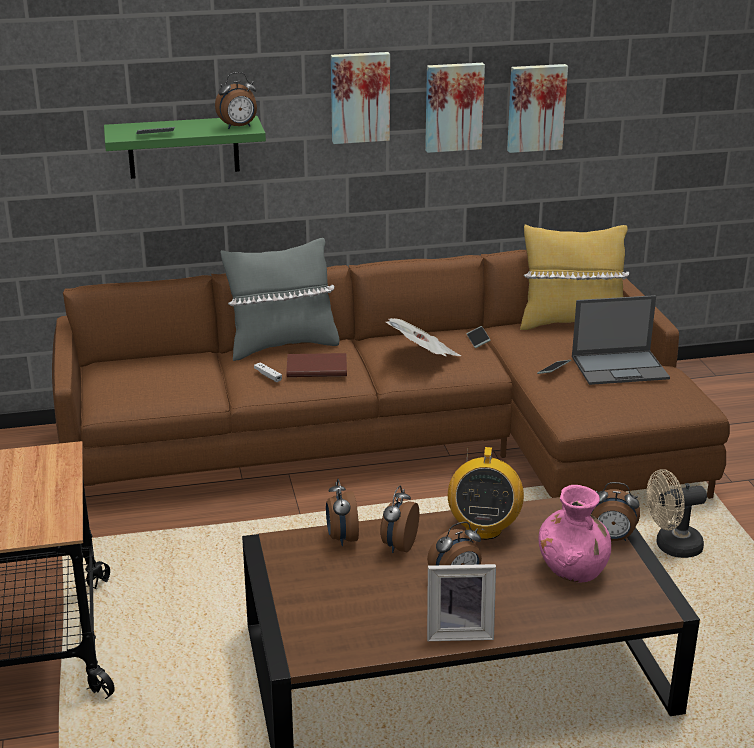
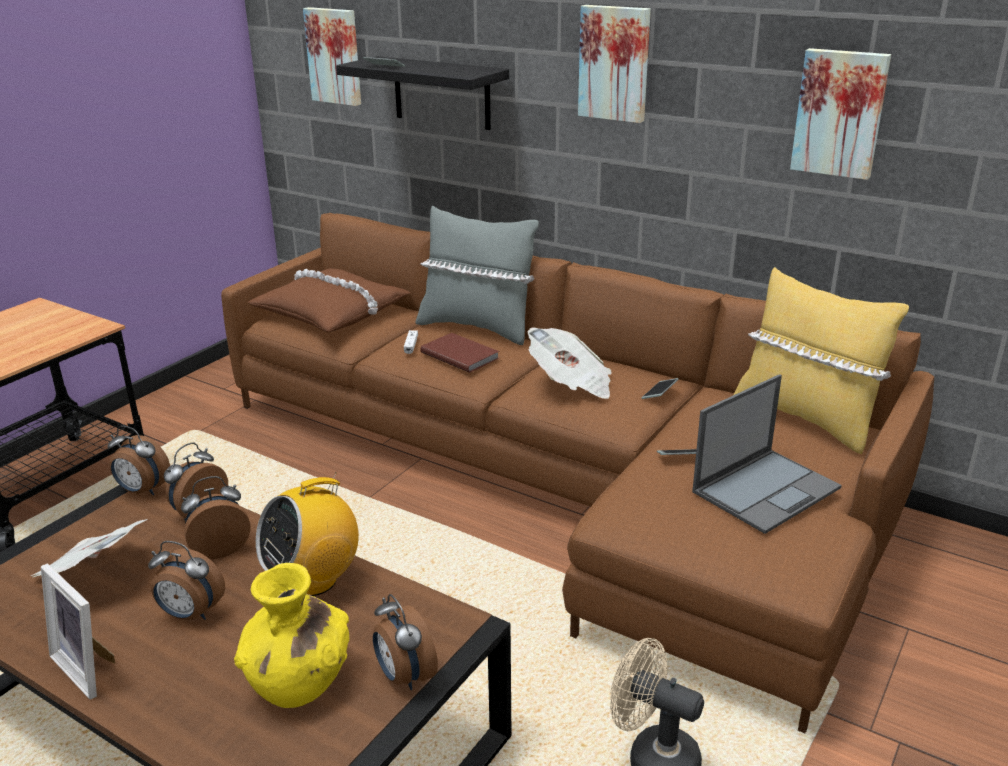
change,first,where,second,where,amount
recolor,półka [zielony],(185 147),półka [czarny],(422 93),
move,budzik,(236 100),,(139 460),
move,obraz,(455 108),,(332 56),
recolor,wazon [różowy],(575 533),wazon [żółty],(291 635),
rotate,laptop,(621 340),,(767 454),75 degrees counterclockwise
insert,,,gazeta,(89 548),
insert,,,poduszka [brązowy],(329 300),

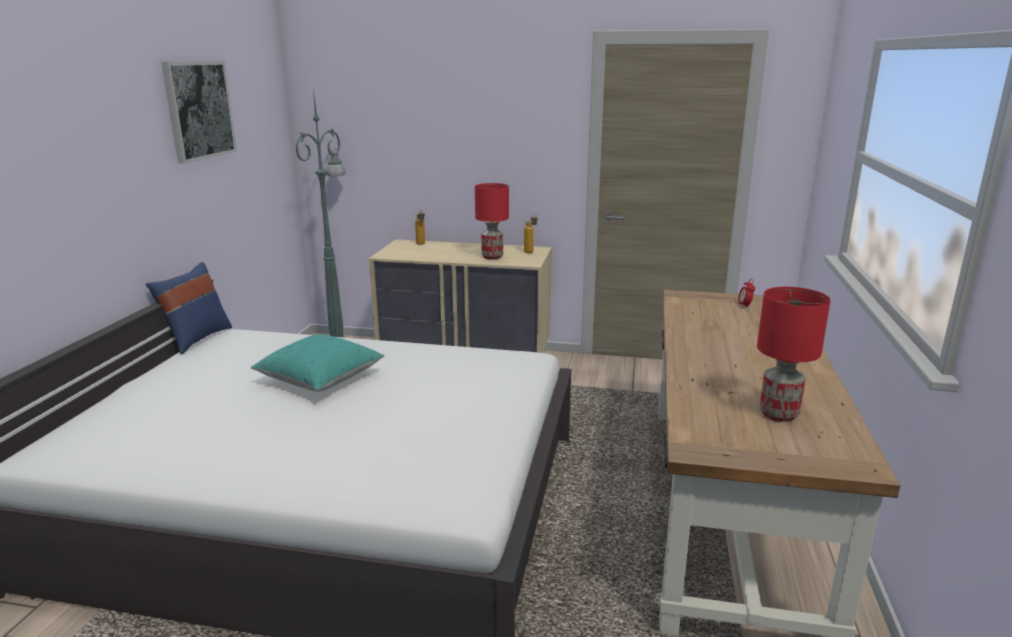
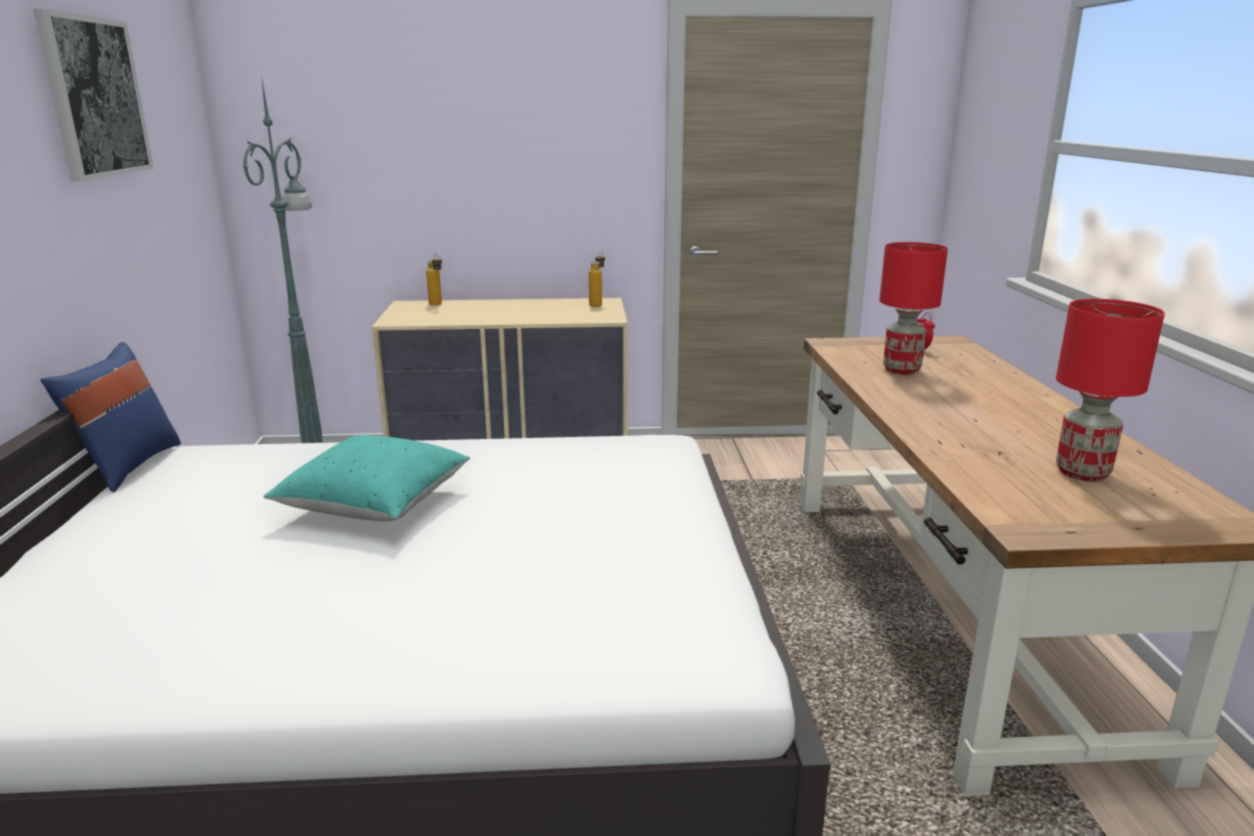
change,first,where,second,where,amount
move,lampa stołowa [czerwony],(492 221),,(913 308),

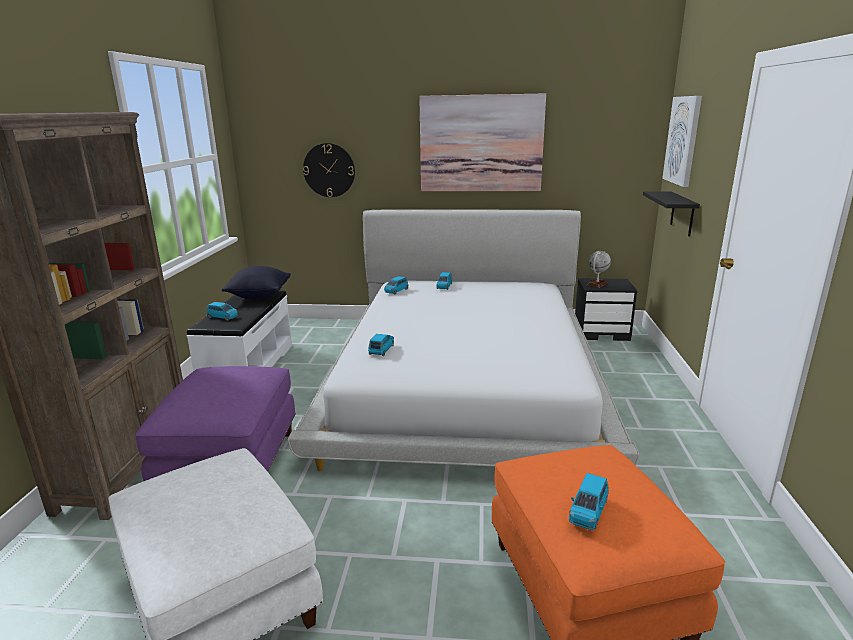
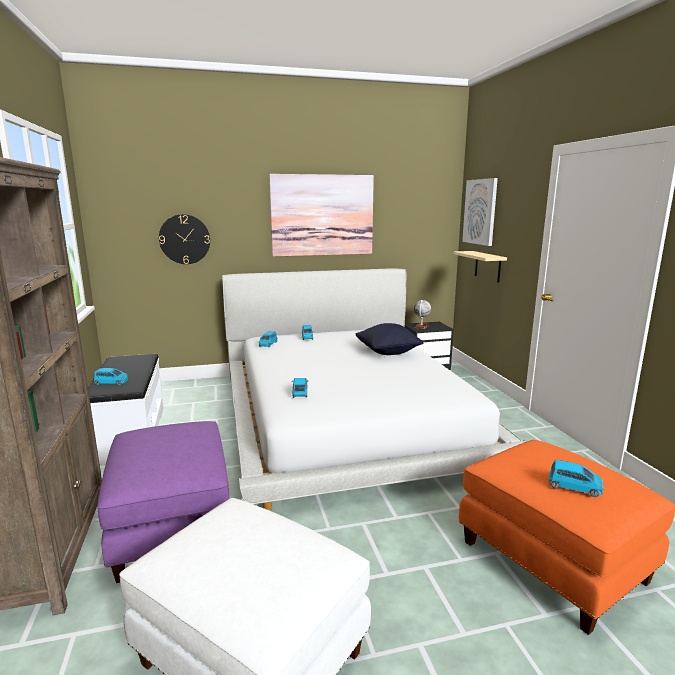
change,first,where,second,where,amount
move,poduszka [czarny],(256 283),,(389 339),
rotate,samochodzik [niebieski],(589 501),,(576 478),75 degrees counterclockwise
recolor,półka [czarny],(671 214),półka [beżowy],(480 267),

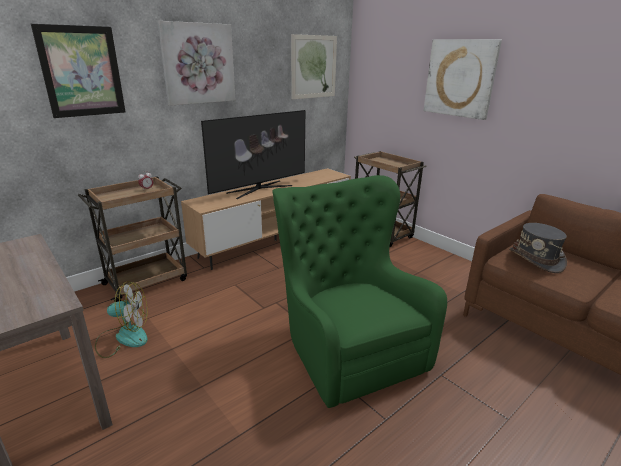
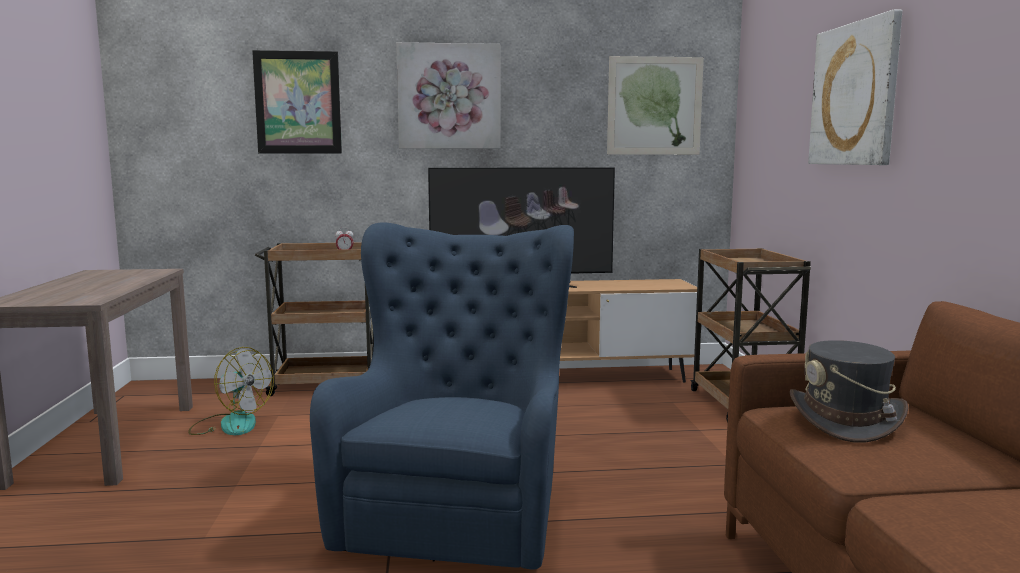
change,first,where,second,where,amount
recolor,fotel [zielony],(359 291),fotel [niebieski],(442 396),

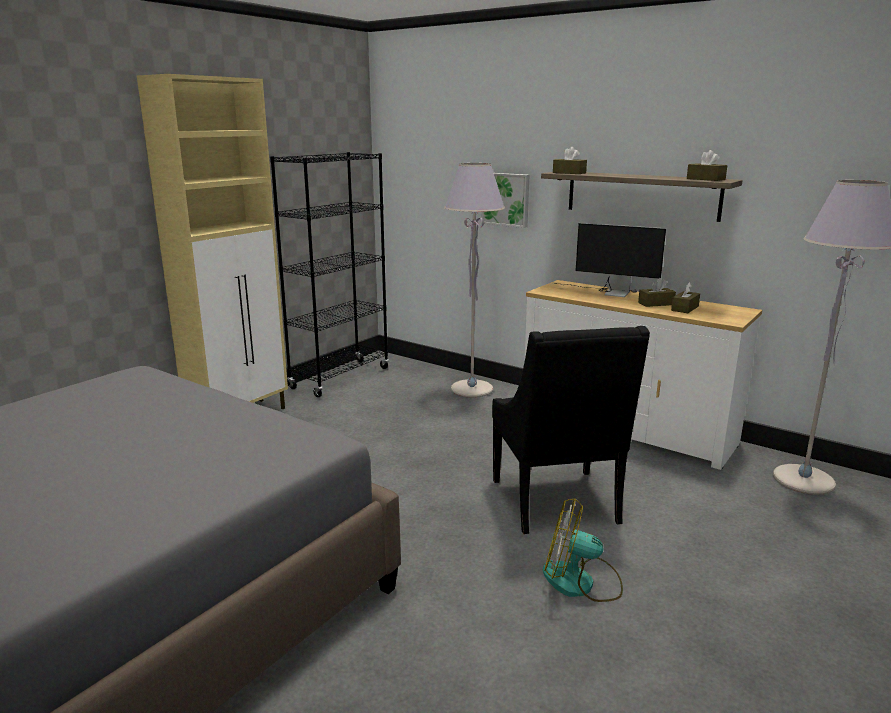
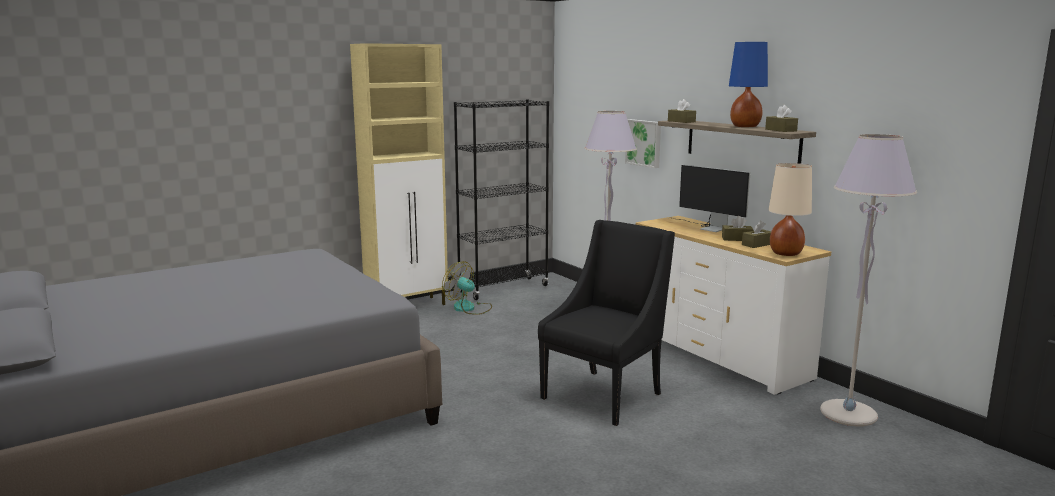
change,first,where,second,where,amount
rotate,fotel [czarny],(571 430),,(606 323),150 degrees counterclockwise
move,wentylator,(583 550),,(467 288),
insert,,,lampa stołowa [niebieski],(748 84),
insert,,,lampa stołowa [beżowy],(790 209),

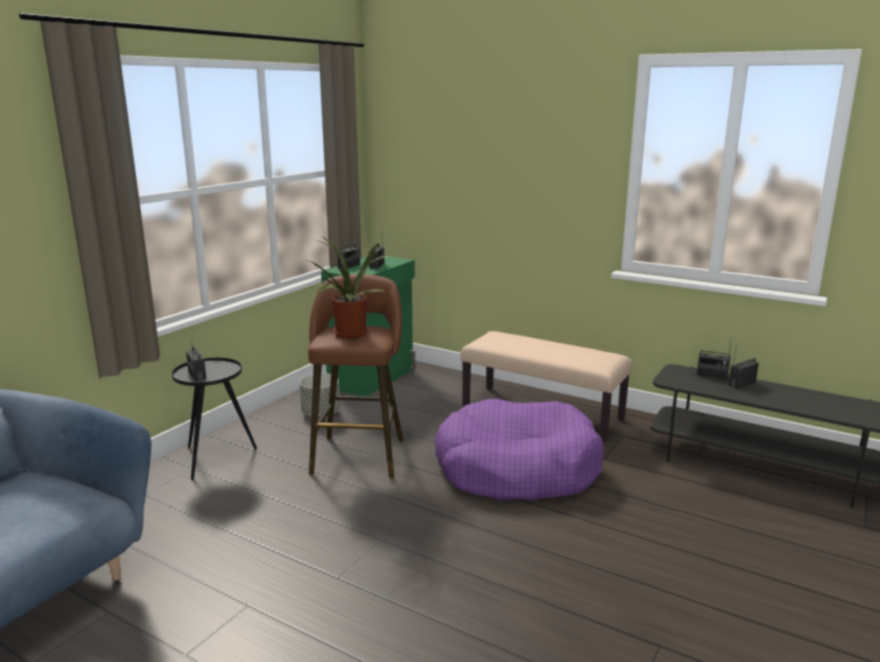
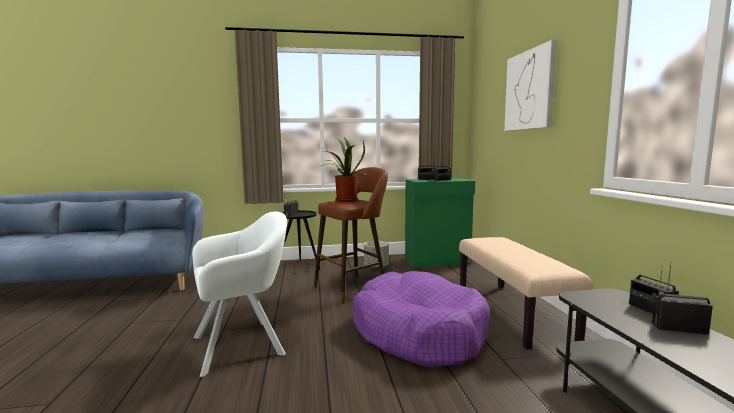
change,first,where,second,where,amount
insert,,,fotel [biały],(239 294),
insert,,,obraz,(530 85),

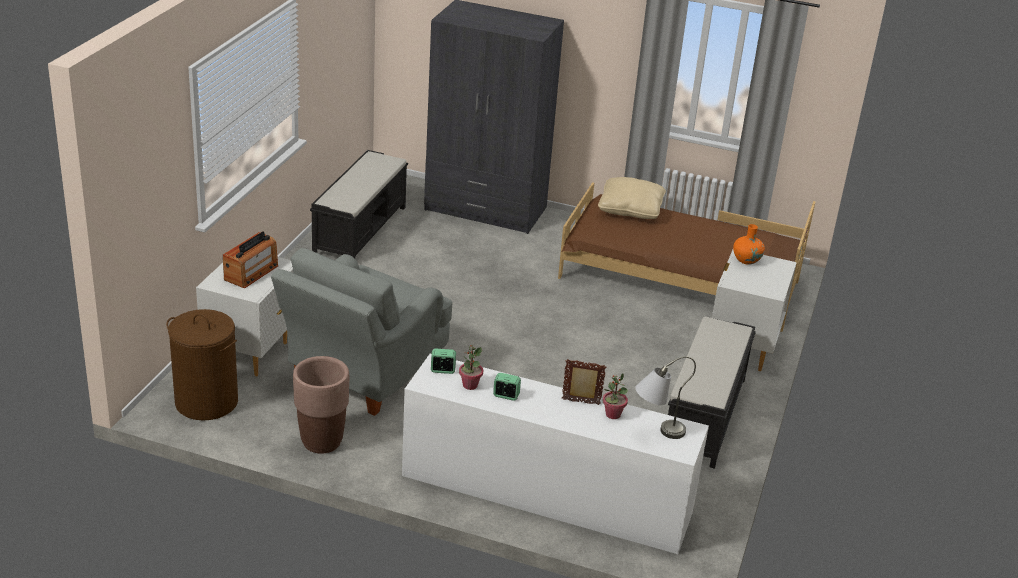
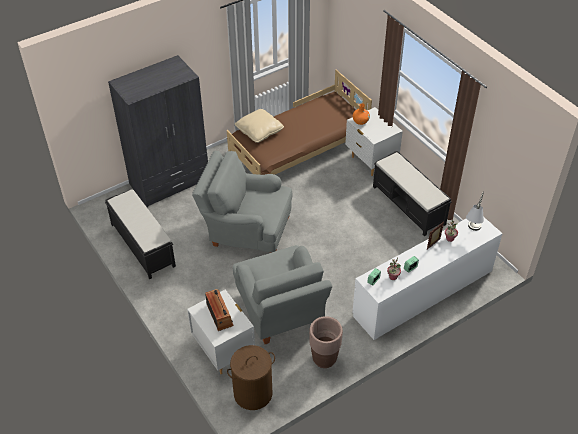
change,first,where,second,where,amount
insert,,,fotel [szary],(242 202),

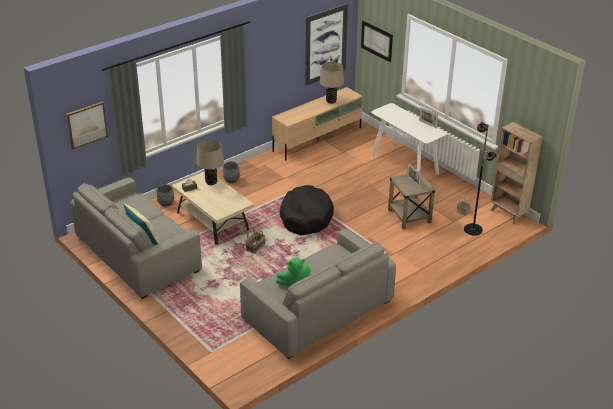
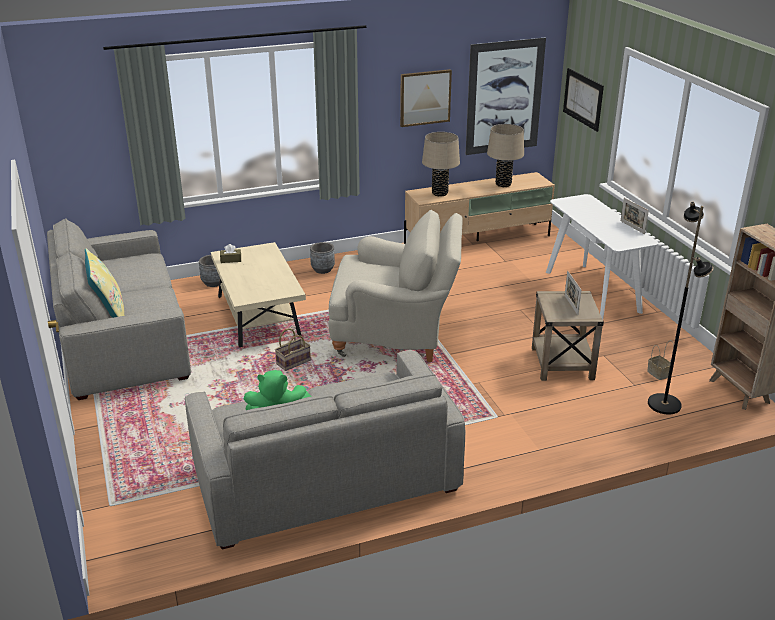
change,first,where,second,where,amount
move,obraz,(87 125),,(426 98),
move,lampa stołowa [beżowy],(210 162),,(441 164),
replace,legowisko [czarny],(307 210),fotel [beżowy],(396 286),

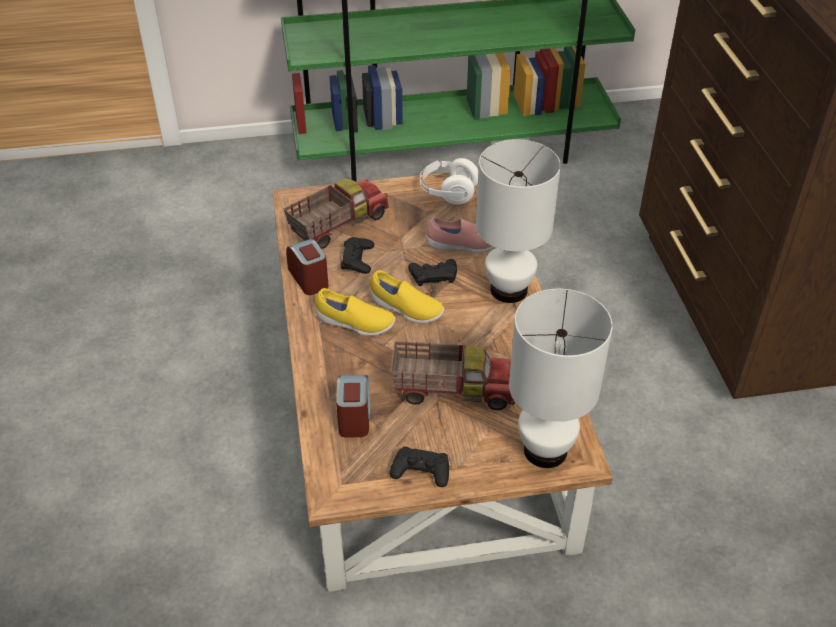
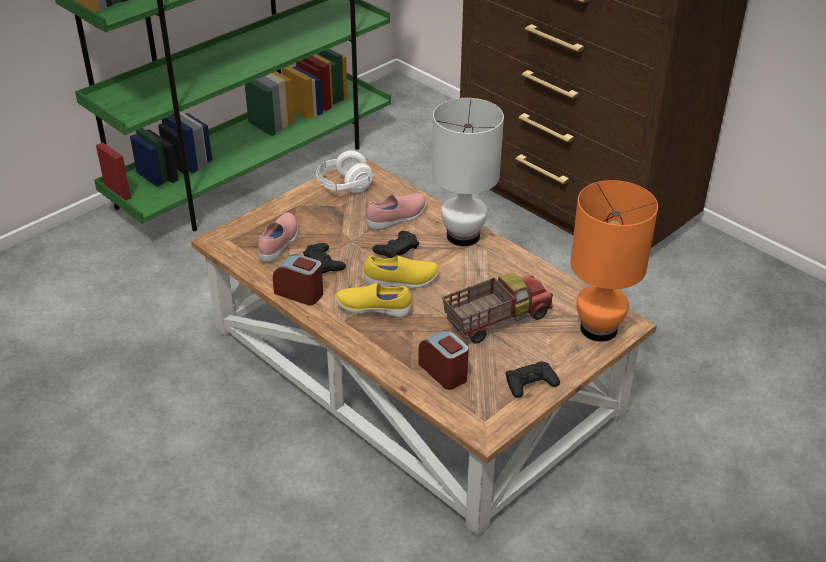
change,first,where,second,where,amount
replace,ciężarówka zabawkowa,(336 213),but [różowy],(278 237),
rotate,but [żółty],(355 312),,(373 300),150 degrees counterclockwise
recolor,lampa stołowa [biały],(561 378),lampa stołowa [pomarańczowy],(614 261),

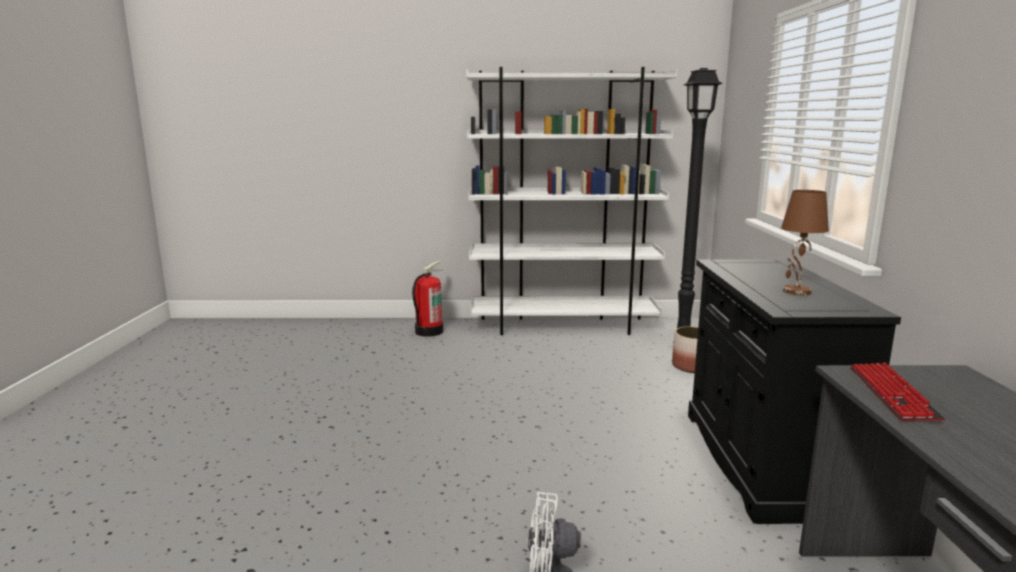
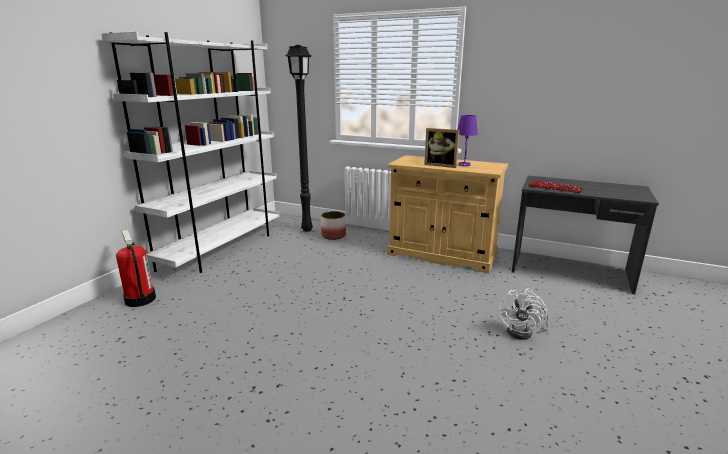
change,first,where,second,where,amount
recolor,szafka [czarny],(794 392),szafka [beżowy],(447 214),
recolor,lampa stołowa [brązowy],(805 242),lampa stołowa [fioletowy],(467 140),
insert,,,ramka na zdjęcie,(441 148),

